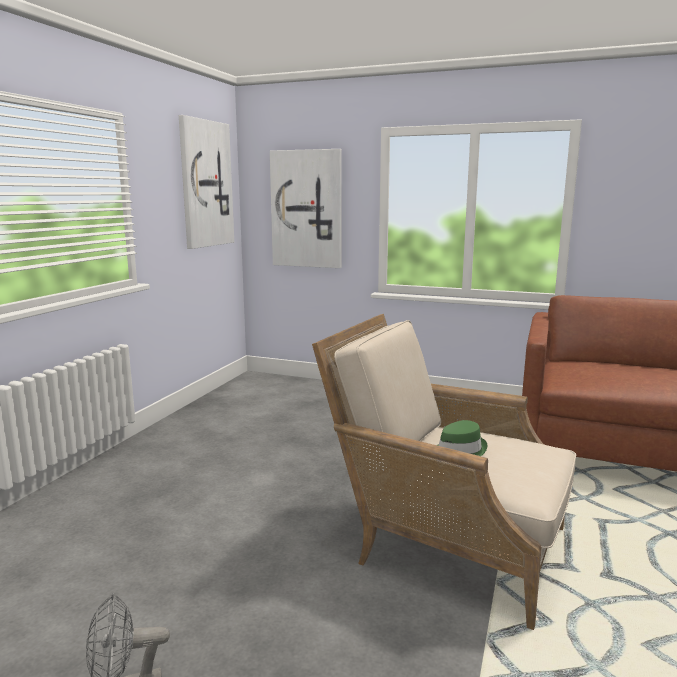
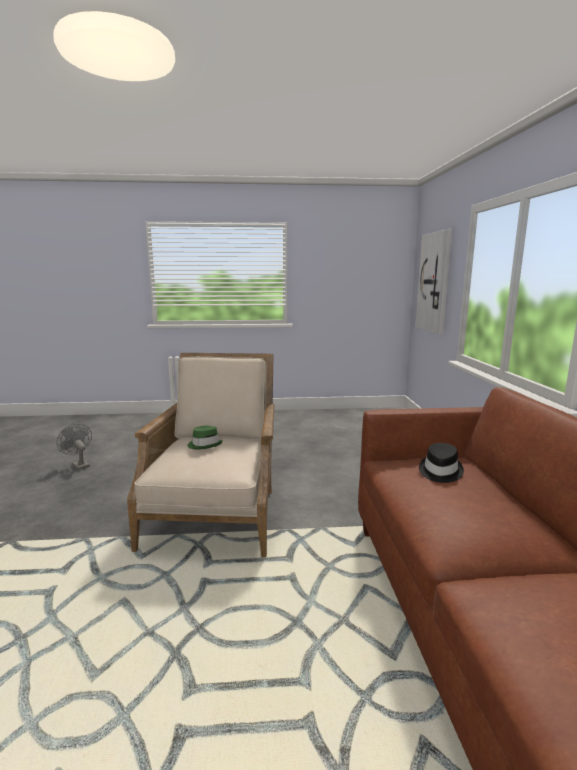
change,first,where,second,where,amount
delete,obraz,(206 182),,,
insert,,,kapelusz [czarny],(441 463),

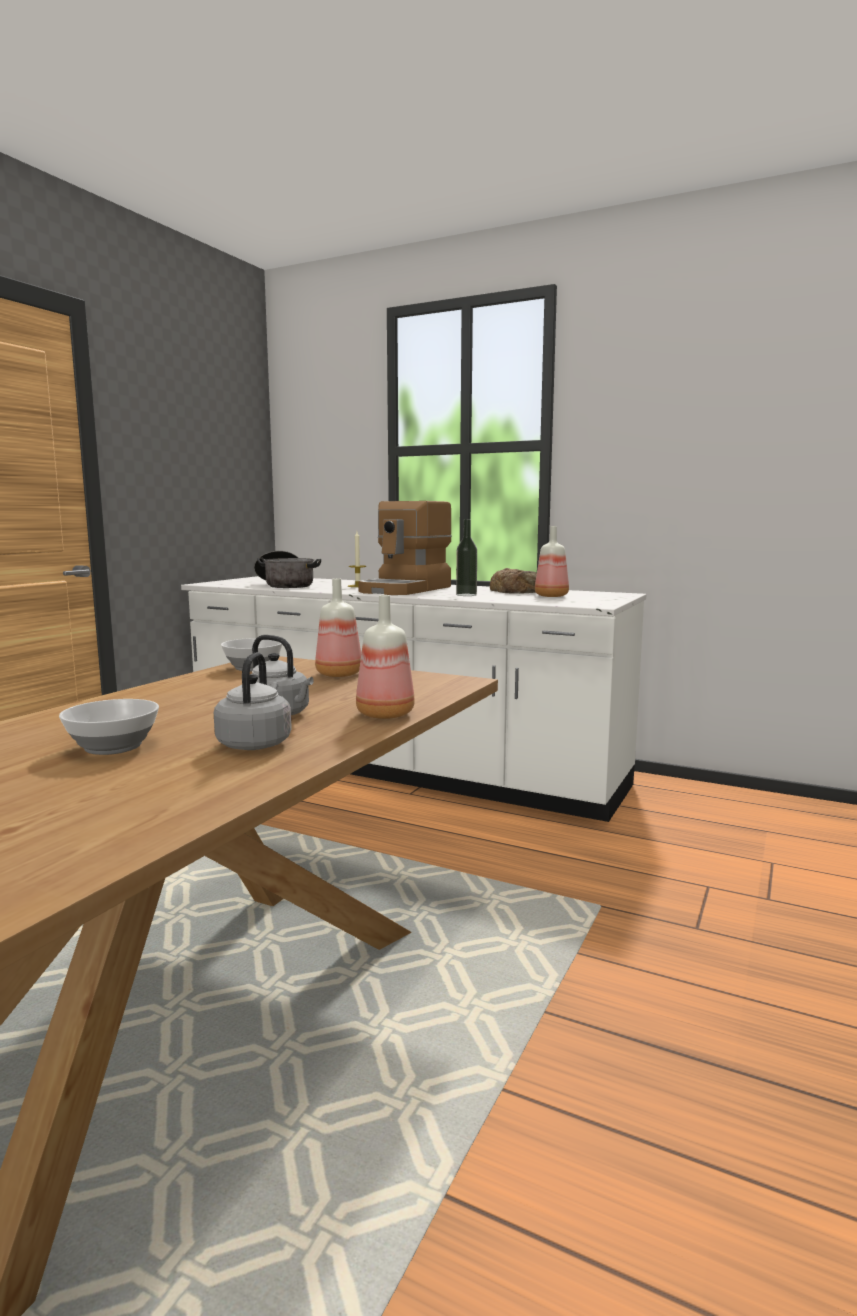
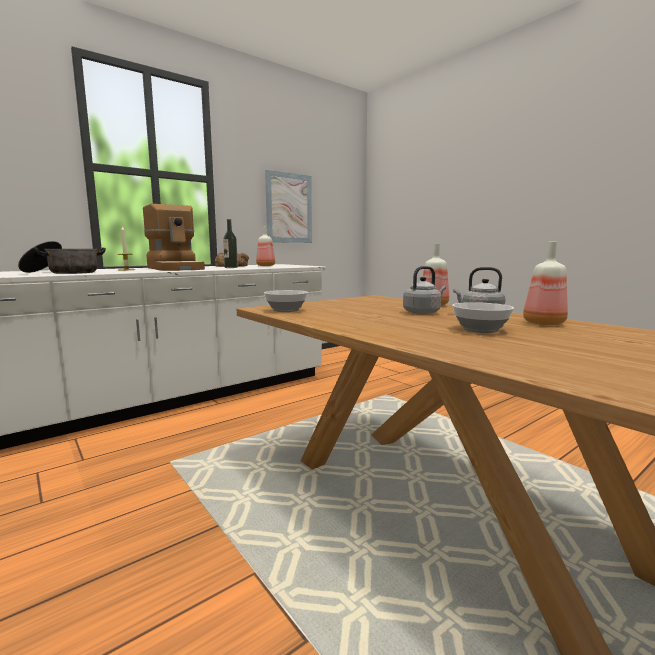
change,first,where,second,where,amount
move,butelka,(338 627),,(545 283),
insert,,,obraz,(288 206),

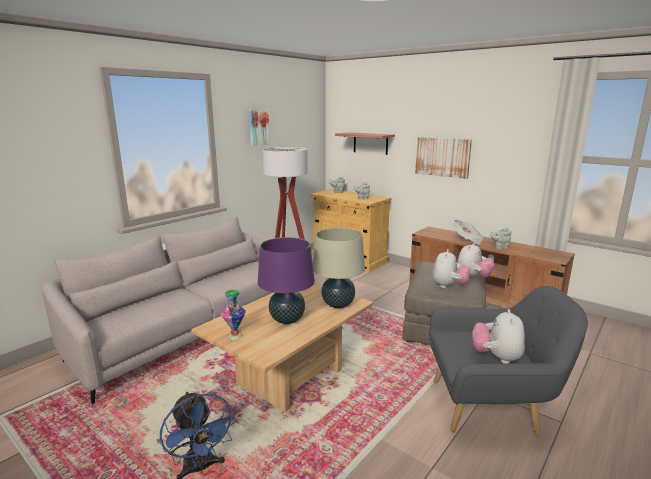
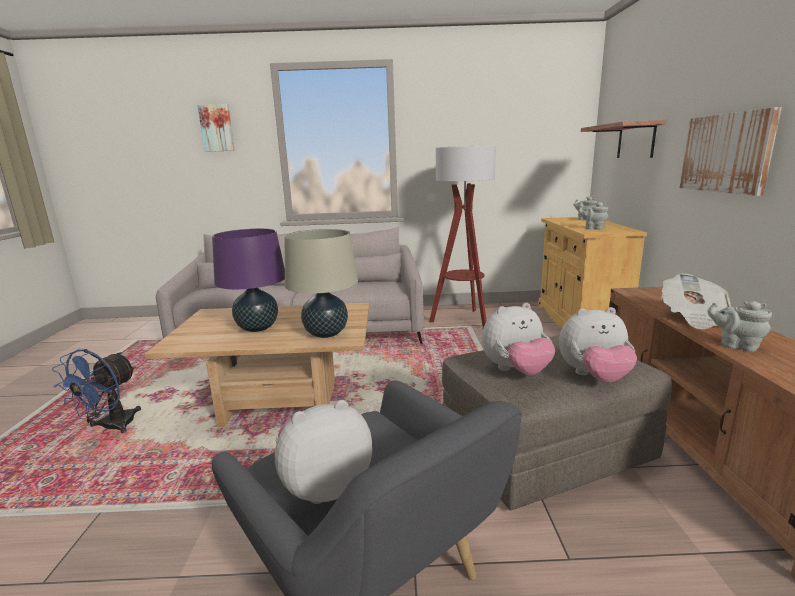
change,first,where,second,where,amount
delete,wazon,(233 314),,,
move,obraz,(259 127),,(216 128),

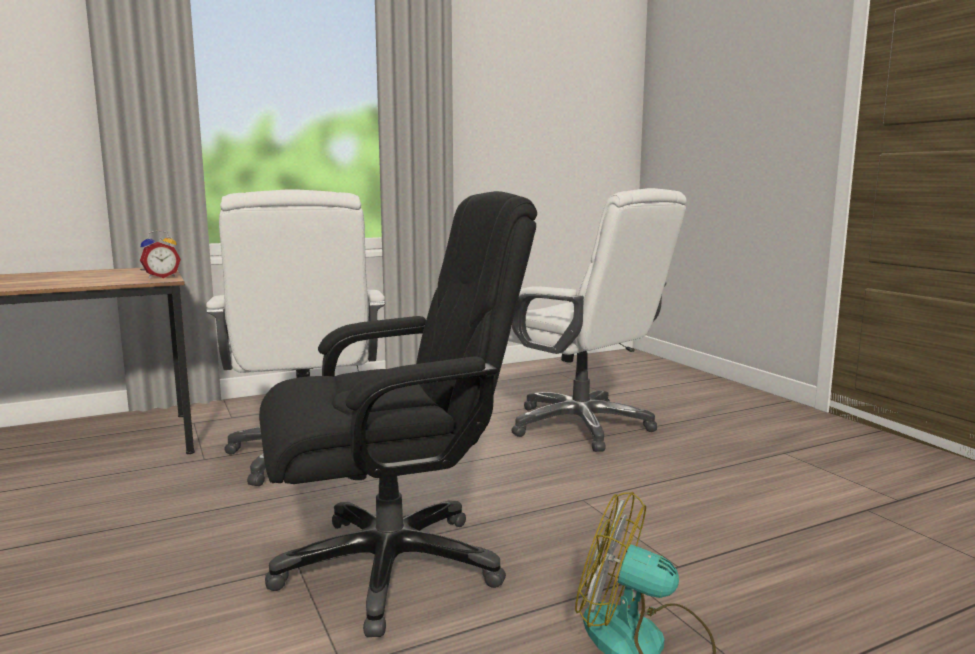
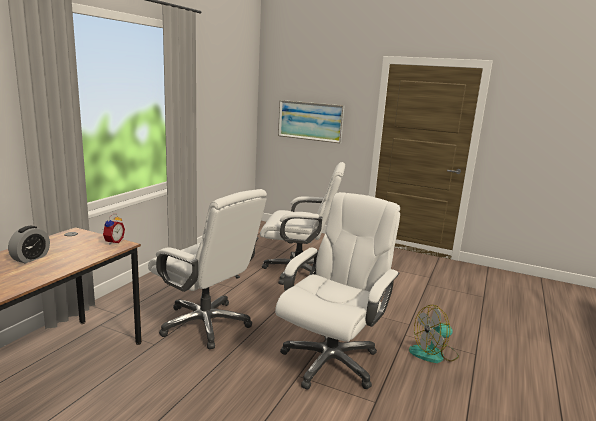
change,first,where,second,where,amount
recolor,krzesło biurowe [czarny],(398 414),krzesło biurowe [biały],(337 291),
insert,,,budzik,(29 245),
insert,,,obraz,(311 121),

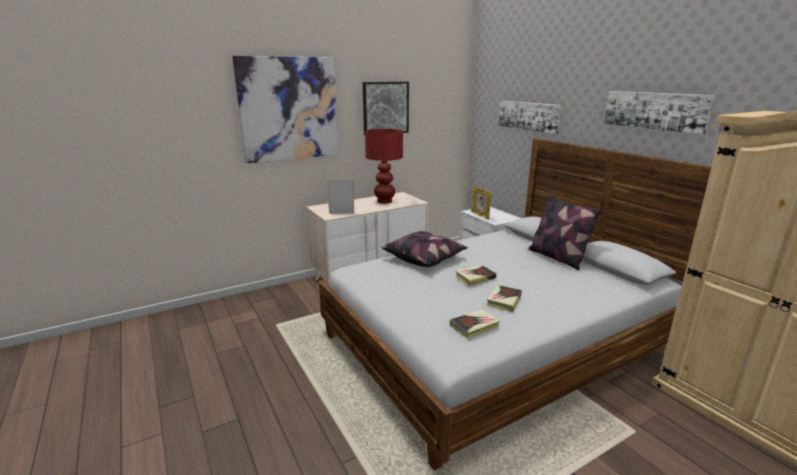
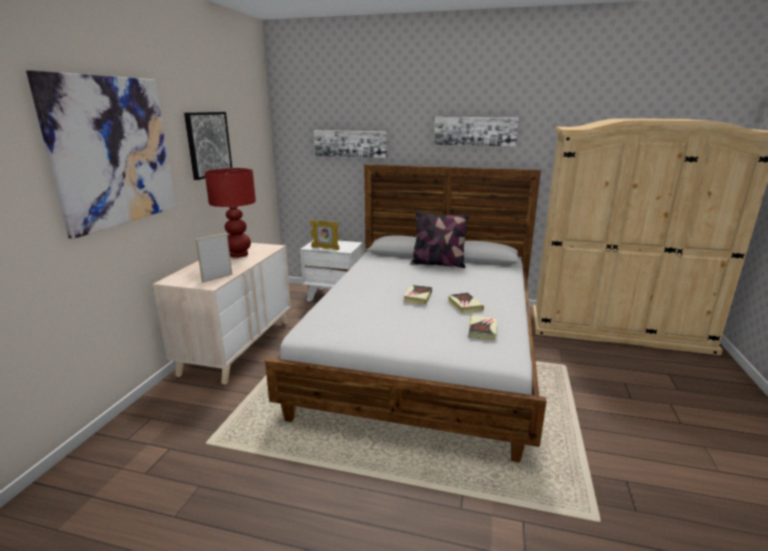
change,first,where,second,where,amount
delete,poduszka,(425 249),,,

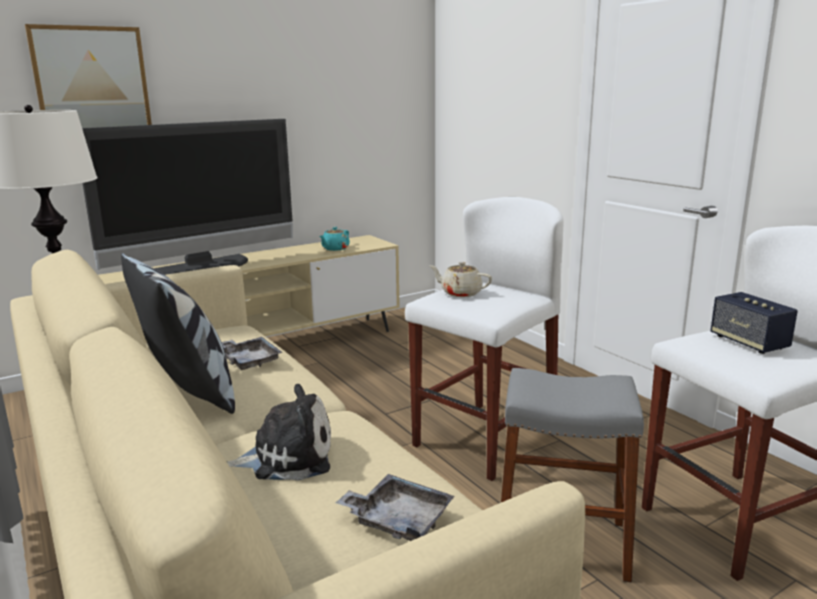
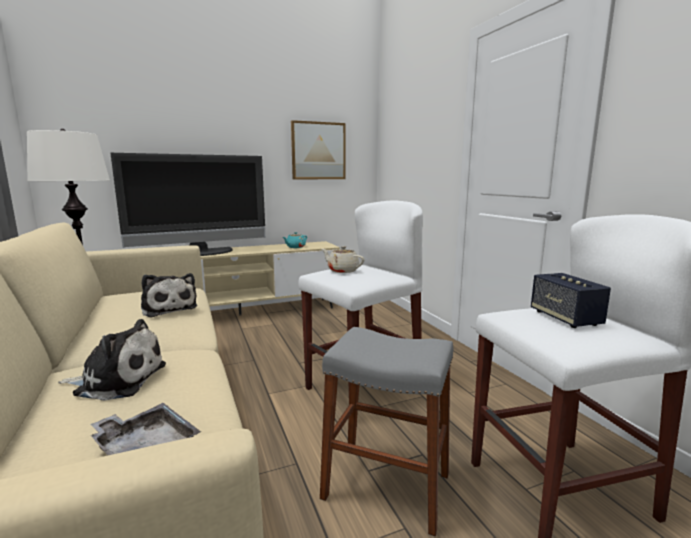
change,first,where,second,where,amount
move,obraz,(88 76),,(318 149),
delete,poduszka,(178 333),,,
replace,taca [szary],(252 353),pluszak,(169 295),

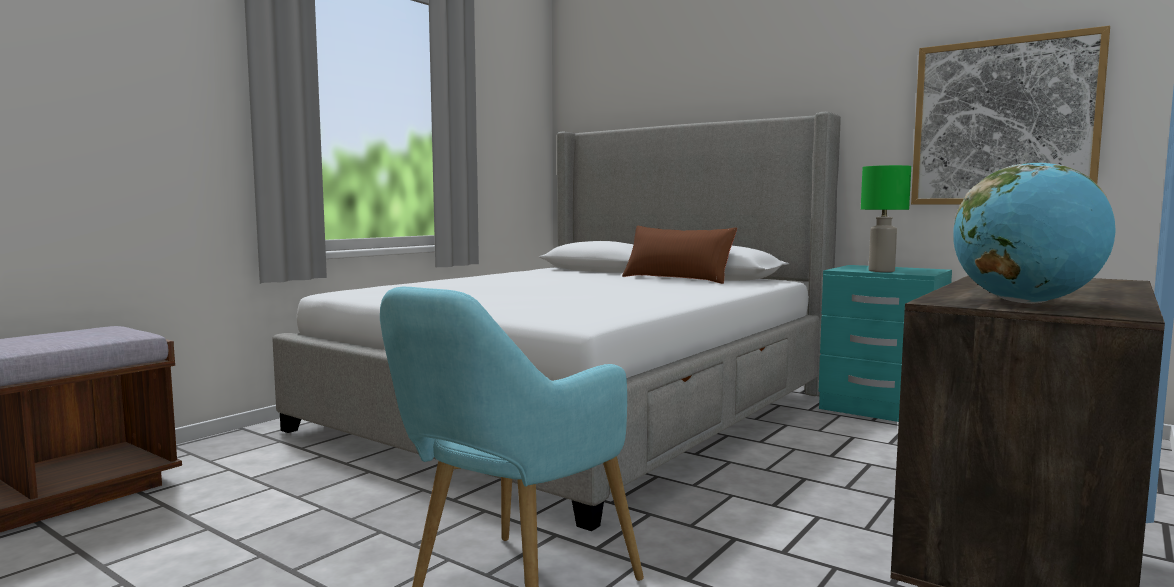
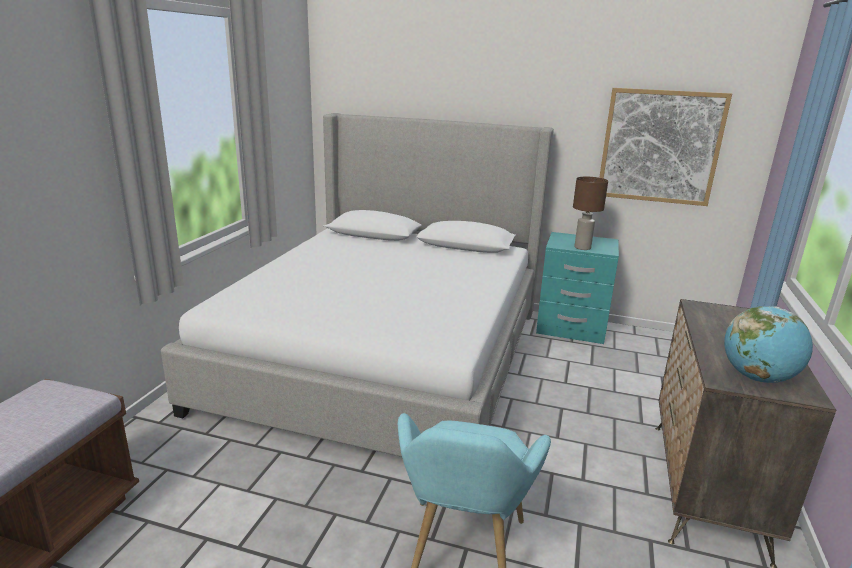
change,first,where,second,where,amount
delete,poduszka [brązowy],(679 255),,,
recolor,lampa stołowa [zielony],(886 218),lampa stołowa [brązowy],(590 213),

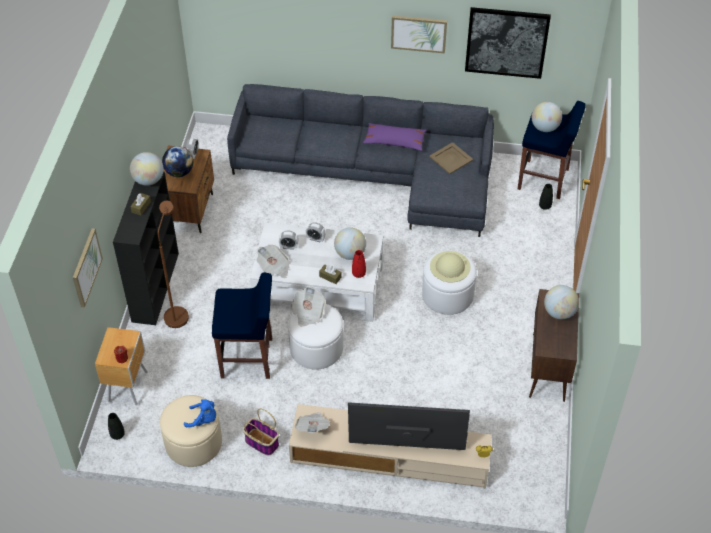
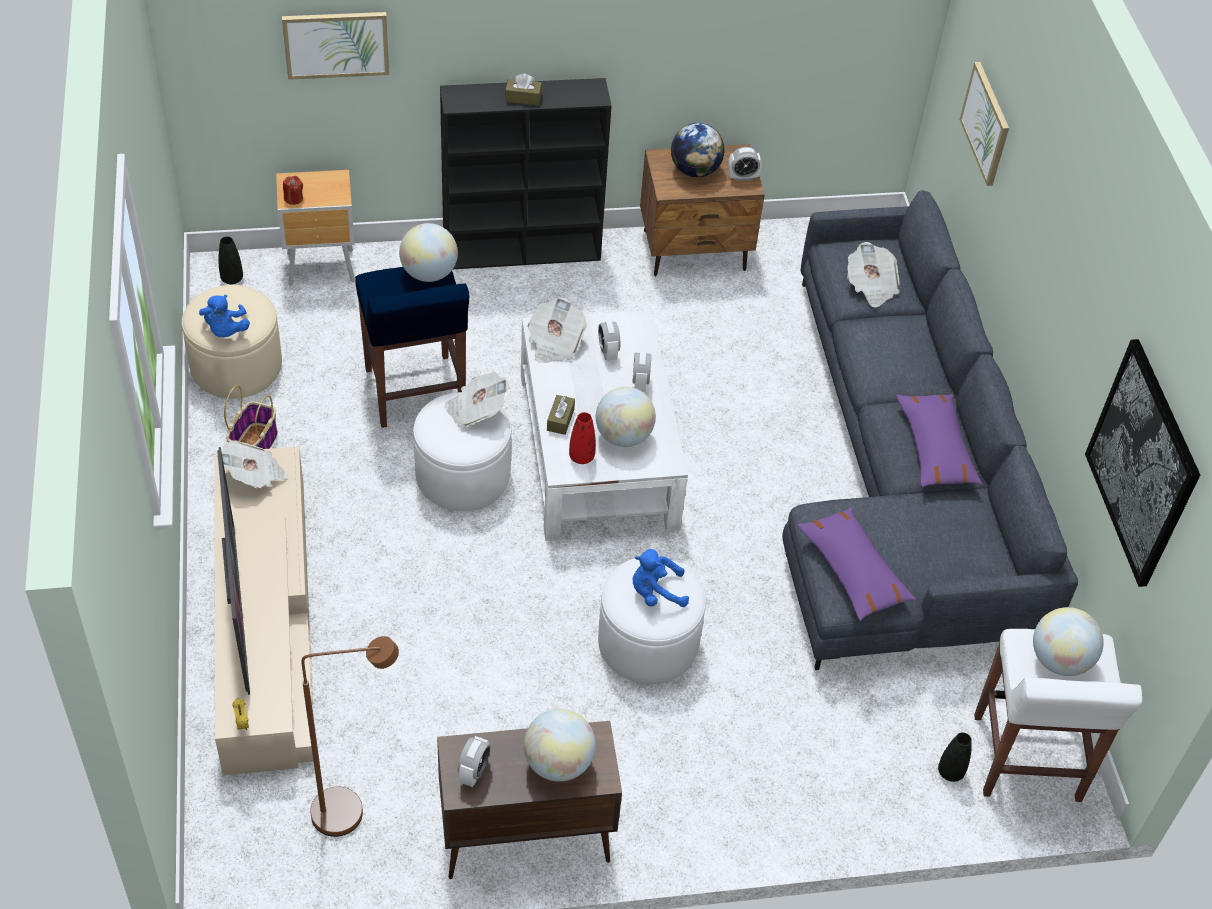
change,first,where,second,where,amount
move,globus,(147 169),,(428 252),
move,lampa stojąca [brązowy],(173 264),,(350 736),
move,obraz,(419 34),,(984 124),
delete,taca [beżowy],(451 158),,,
replace,kapelusz [beżowy],(450 266),pluszak [niebieski],(661 578),
recolor,stołek [niebieski],(552 150),stołek [biały],(1058 715),
insert,,,budzik,(474 761),
insert,,,poduszka [fioletowy],(856 564),
insert,,,gazeta,(873 275),

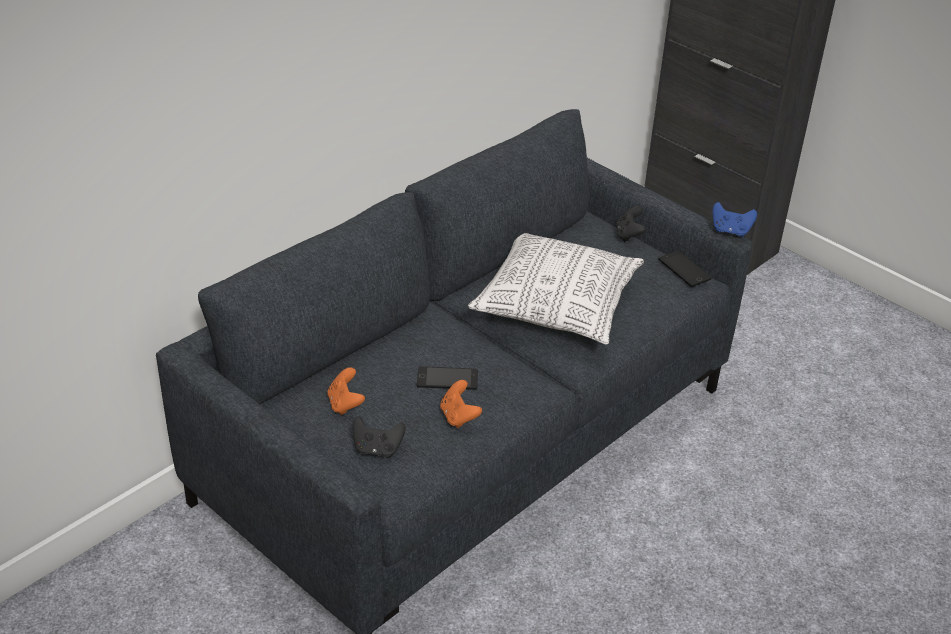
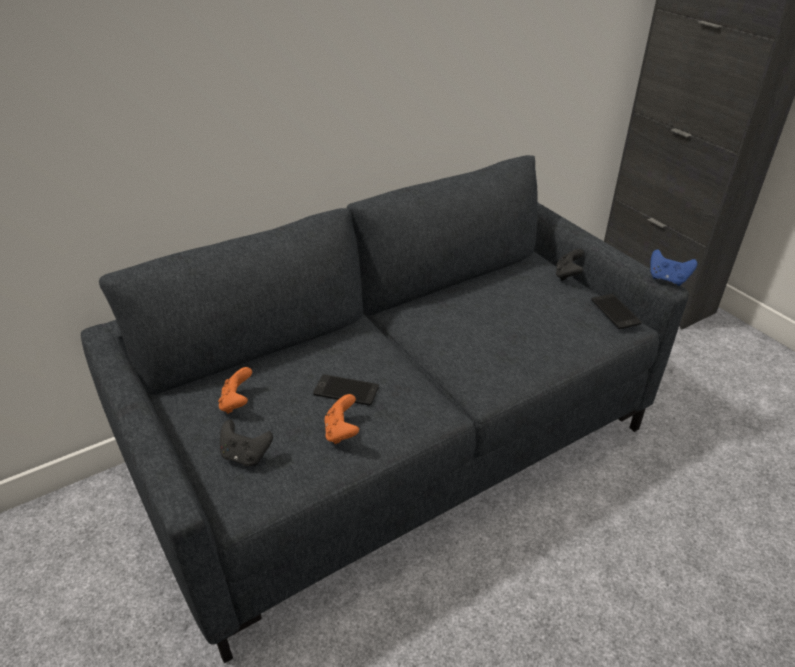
change,first,where,second,where,amount
delete,poduszka,(556 289),,,

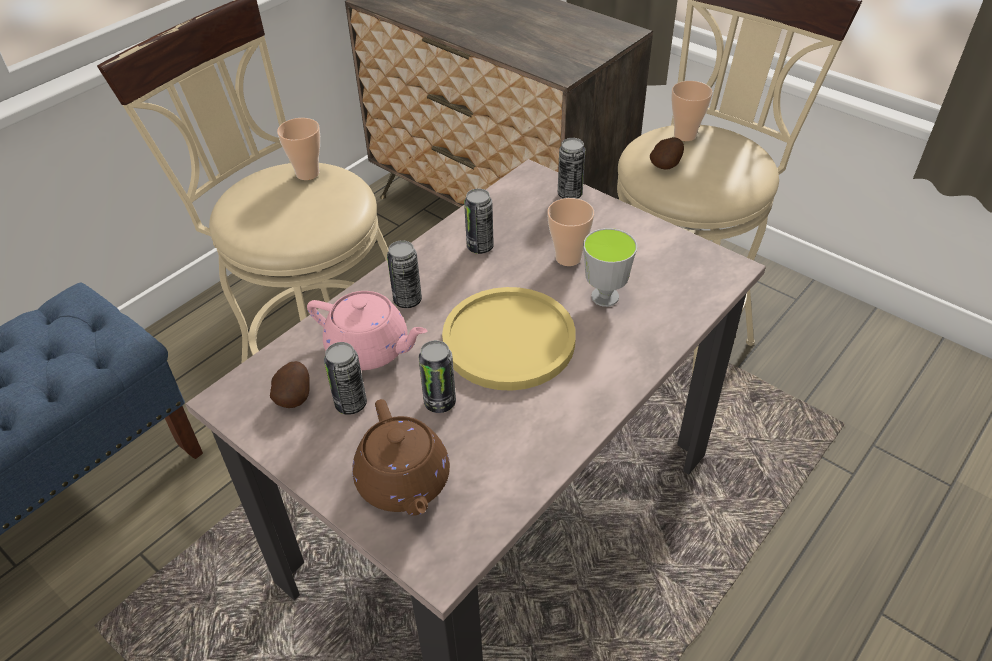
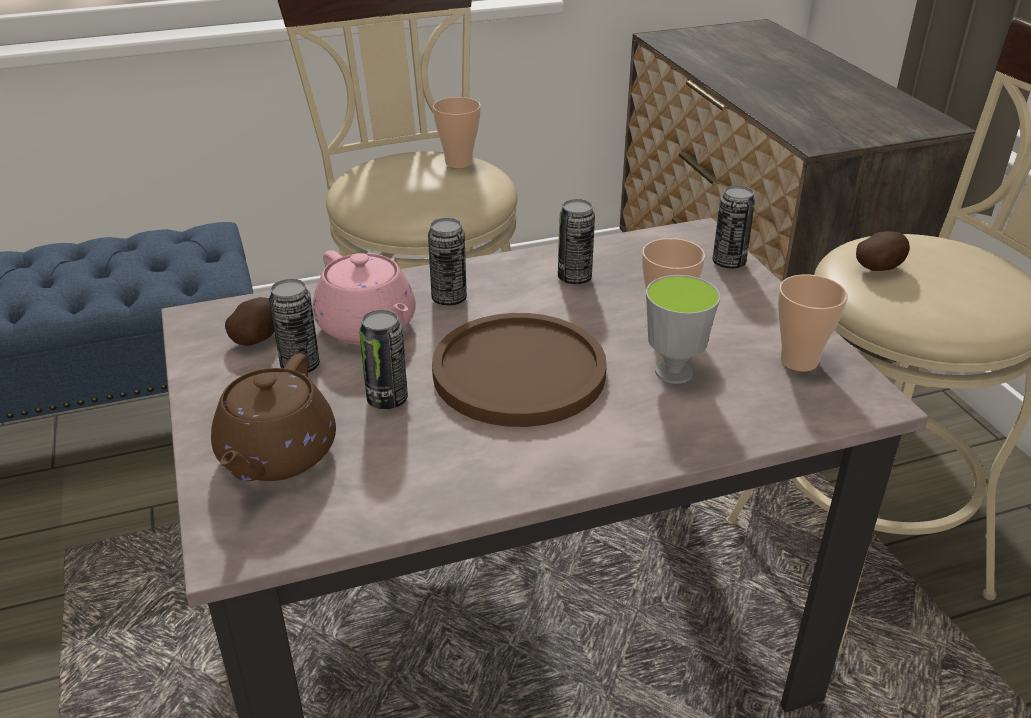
change,first,where,second,where,amount
recolor,talerz [żółty],(509 339),talerz [brązowy],(519 370),
move,filiżanka,(692 111),,(813 322),

